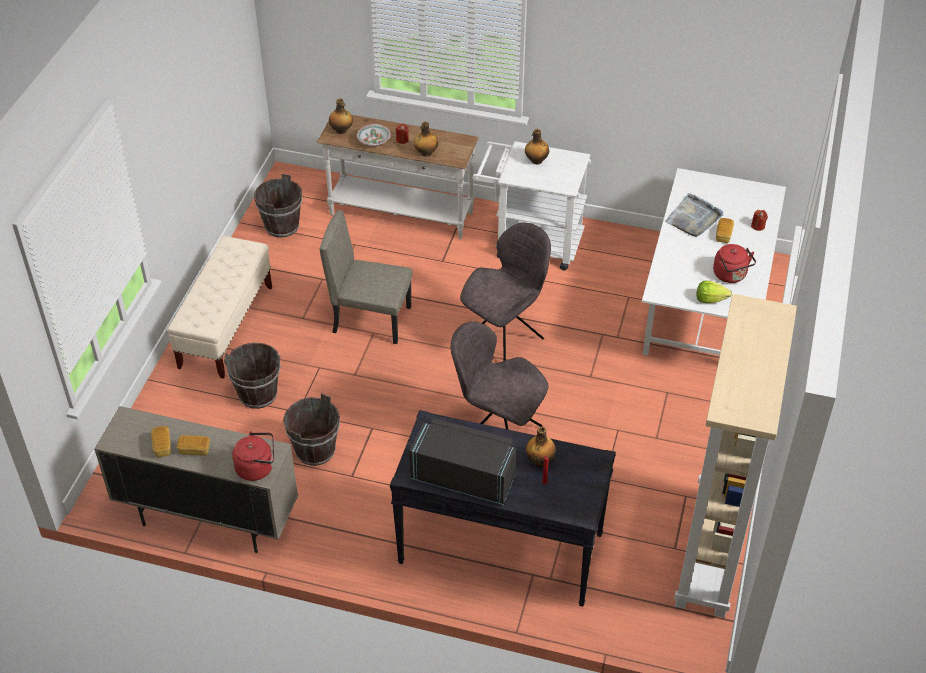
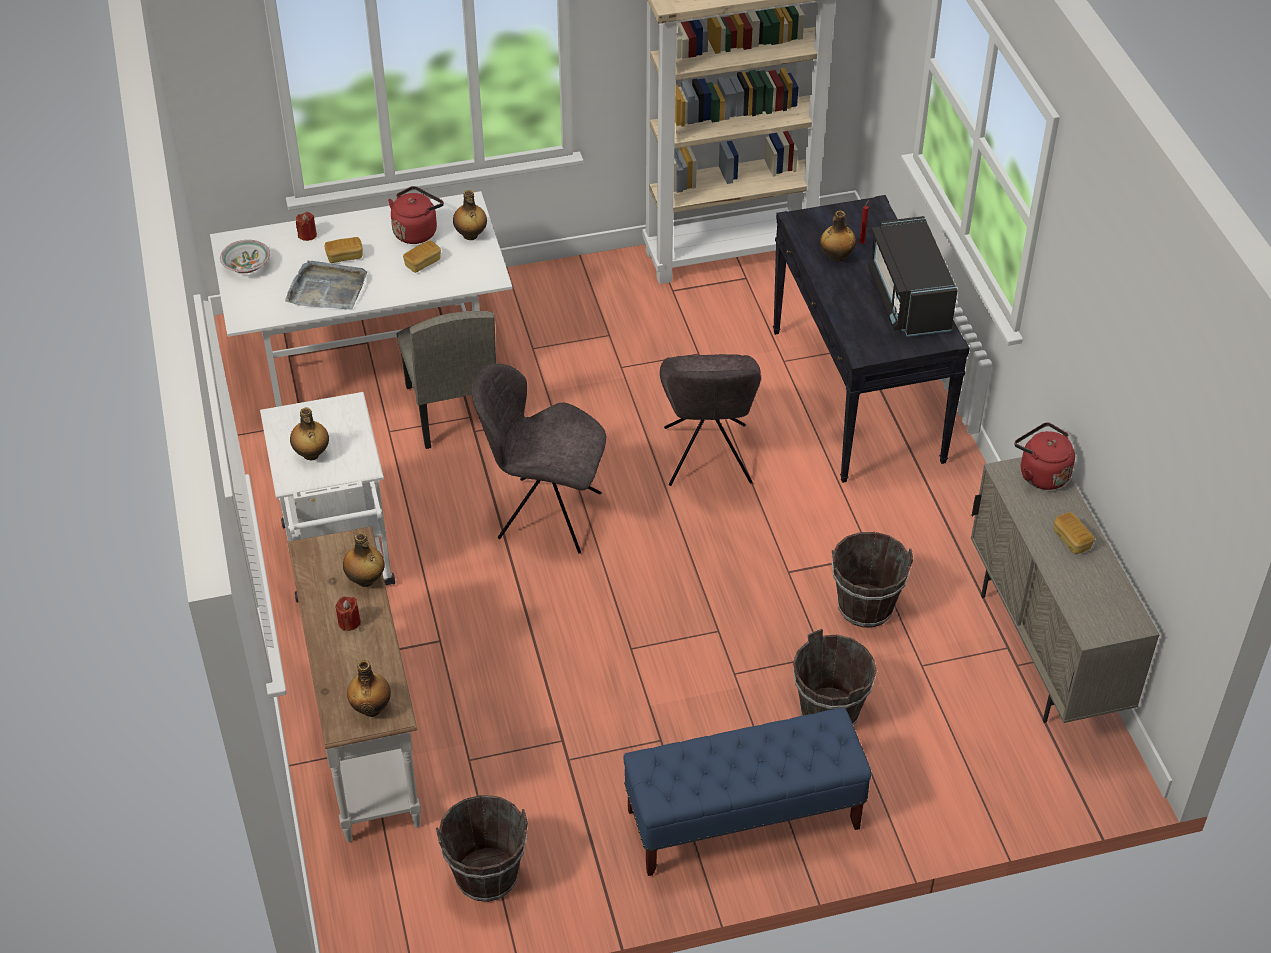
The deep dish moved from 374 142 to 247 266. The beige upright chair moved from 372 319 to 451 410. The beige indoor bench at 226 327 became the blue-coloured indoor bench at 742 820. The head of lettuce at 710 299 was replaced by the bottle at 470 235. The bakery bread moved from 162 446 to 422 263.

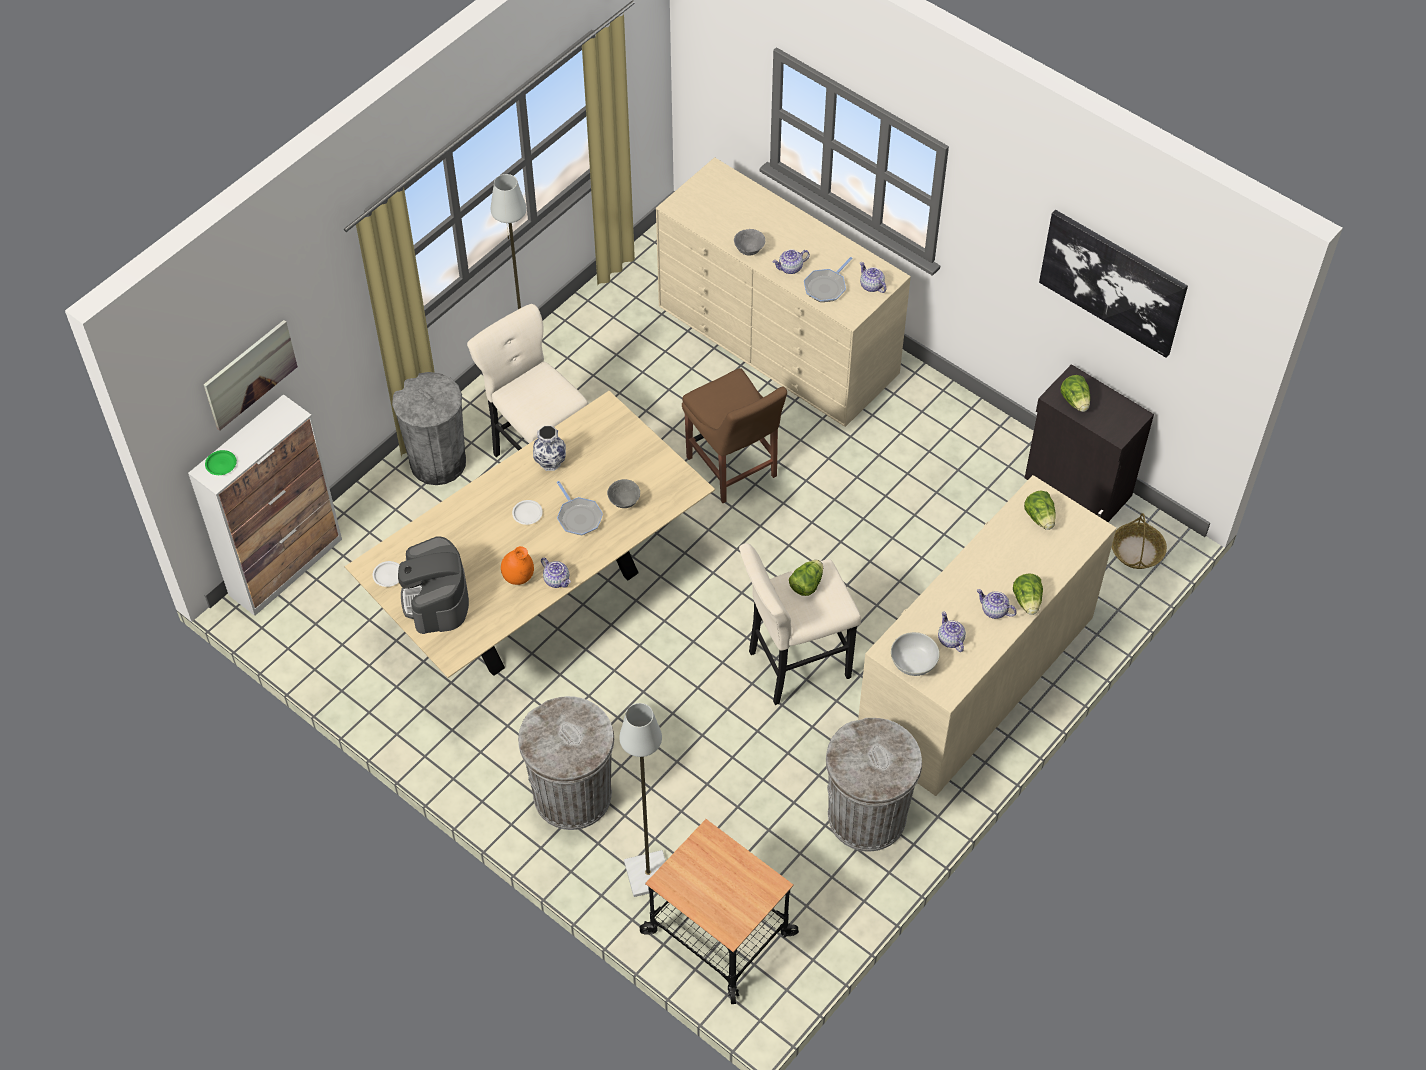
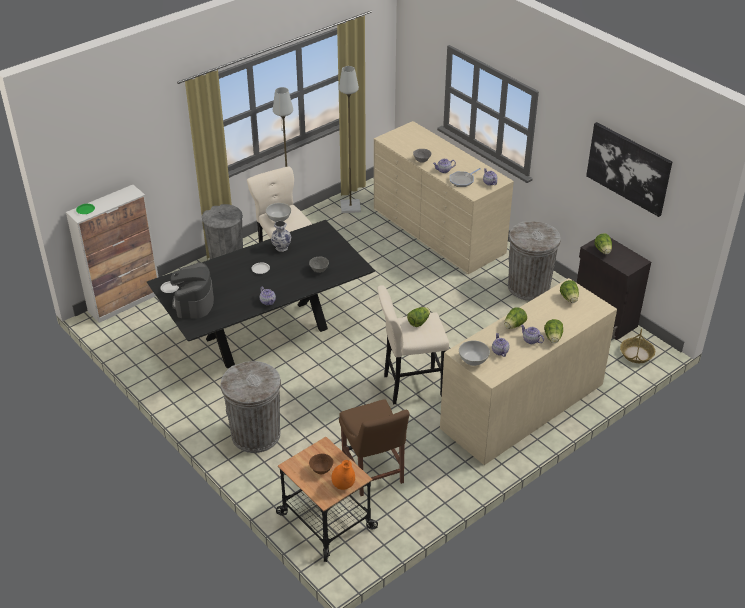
The wall art at 250 374 disappeared. The brownish upright chair moved from 733 470 to 374 474. The beige kitchen table at 540 598 became the black-coloured kitchen table at 266 334. The frying pan at 578 517 disappeared. The orangey vase moved from 518 577 to 343 485. The gray standing lamp moved from 647 874 to 350 207. The gray trash can moved from 867 816 to 528 287. The white-coloured deep dish at 279 219 appeared. The head of lettuce at 514 325 appeared. The brownish deep dish at 321 470 appeared.

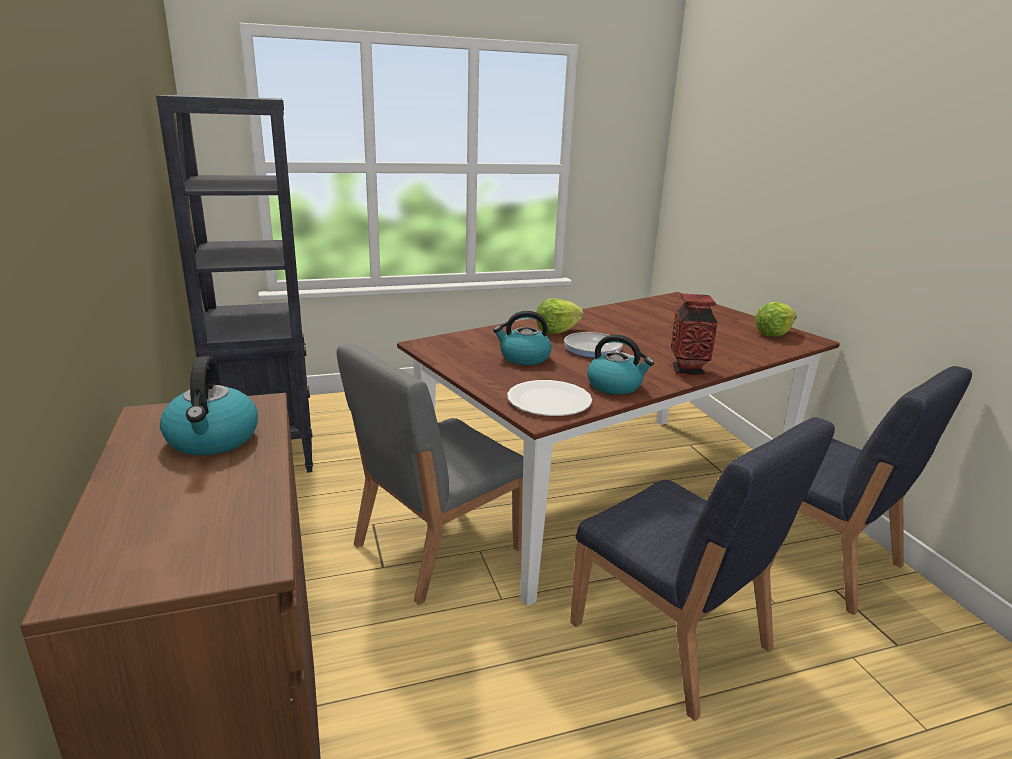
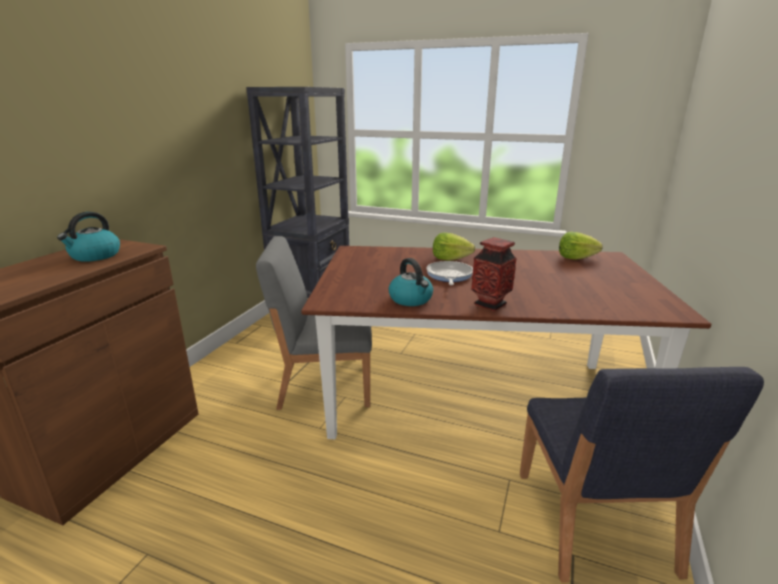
The head of lettuce moved from 773 334 to 576 258. The kettle at 524 358 disappeared. The white-coloured plate at 549 400 disappeared. The blue-coloured upright chair at 671 638 disappeared.

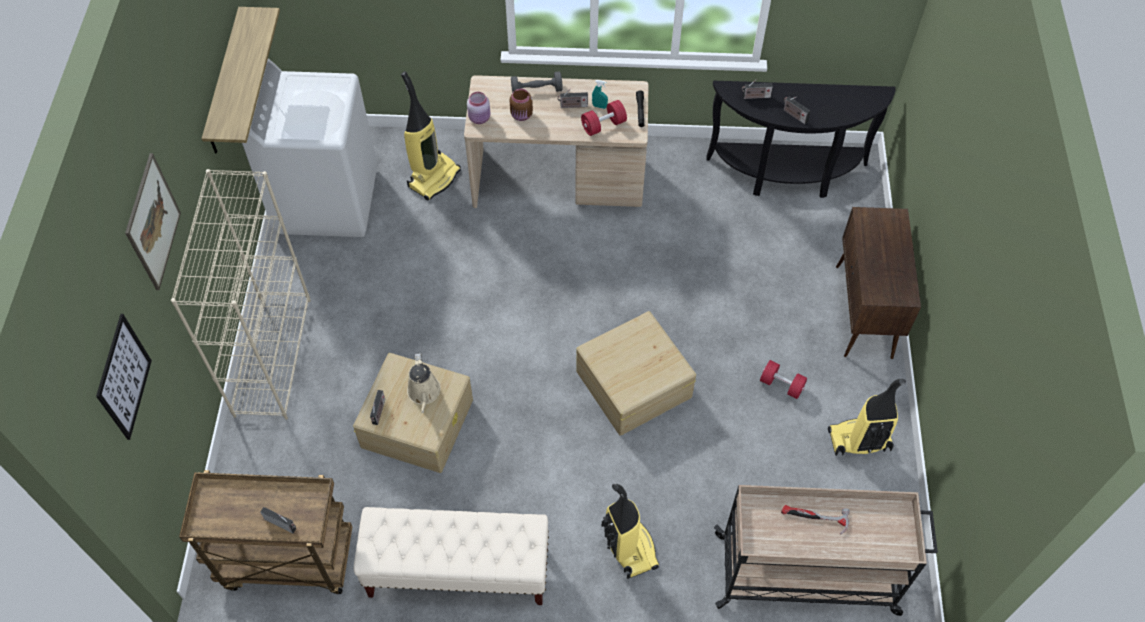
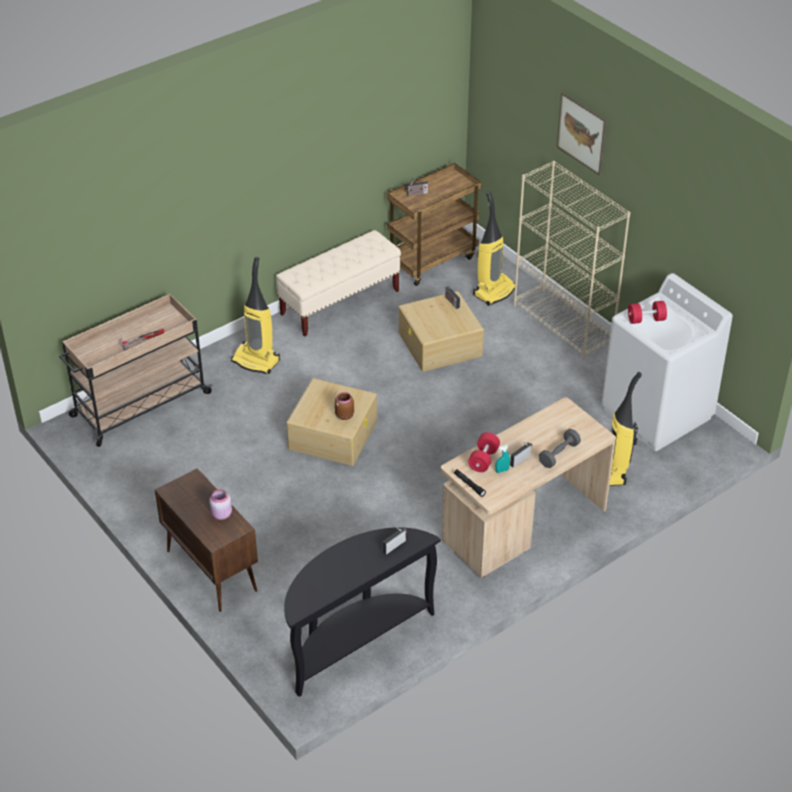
The bracket shelf at 225 83 disappeared. The brownish storage jar moved from 522 115 to 344 415. The pinkish storage jar moved from 480 118 to 221 514. The radio receiver at 794 115 disappeared. The wall art at 124 377 disappeared. The beige watering can at 424 393 disappeared. The red-coloured free weight moved from 781 385 to 646 319. The hoover moved from 859 441 to 494 291.

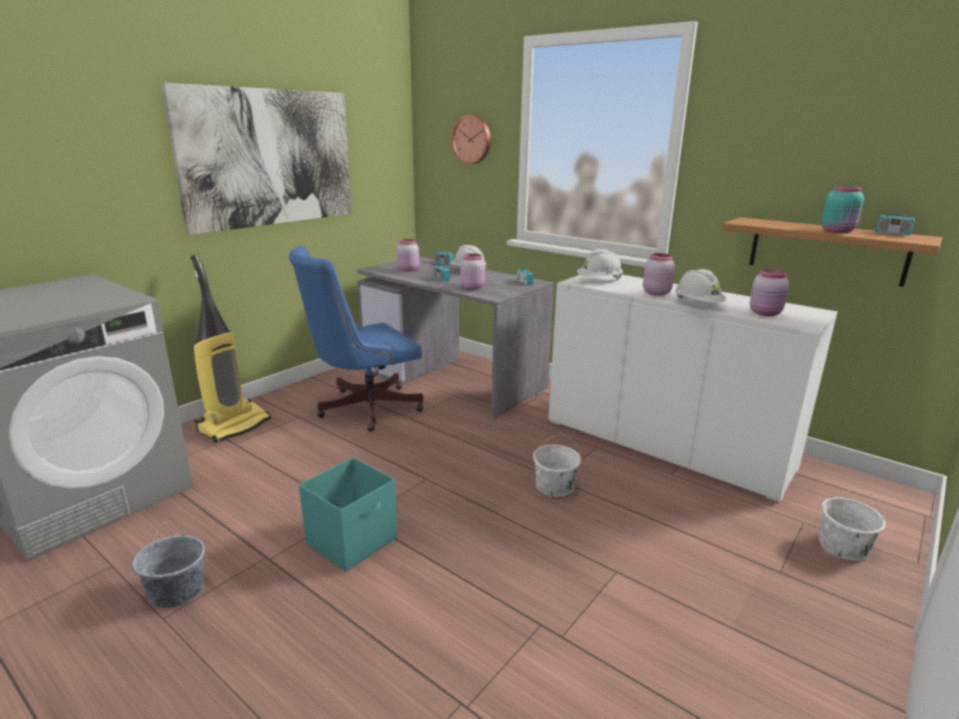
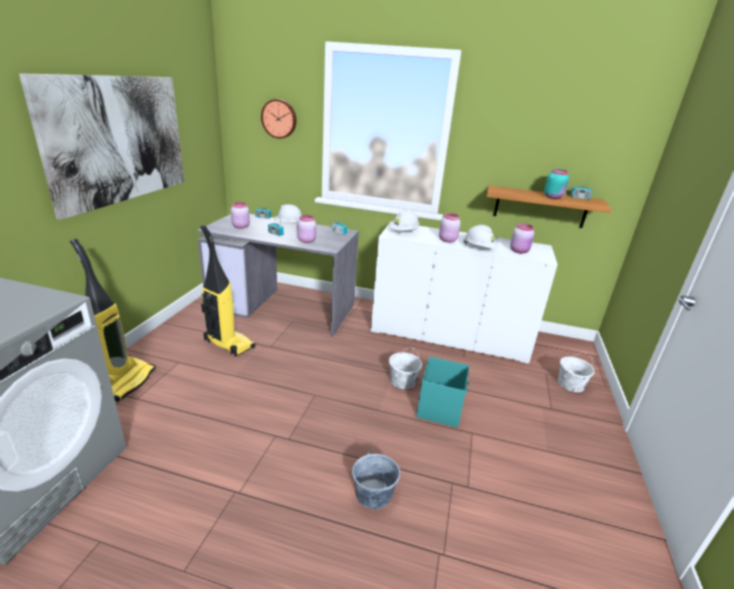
The blue-coloured computer chair at 363 408 was replaced by the hoover at 228 344. The blue-green storage bin moved from 353 540 to 440 408. The gray water bucket moved from 176 591 to 373 494.

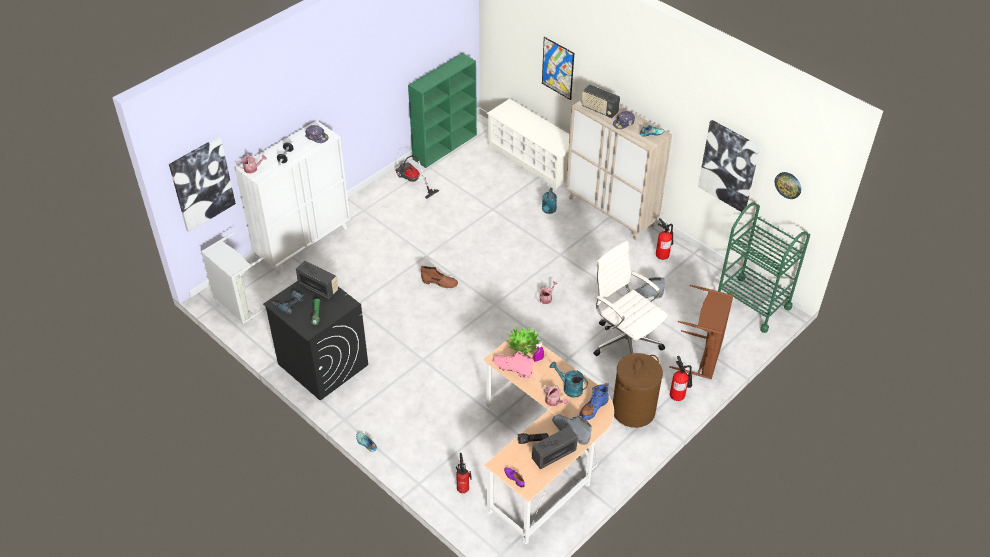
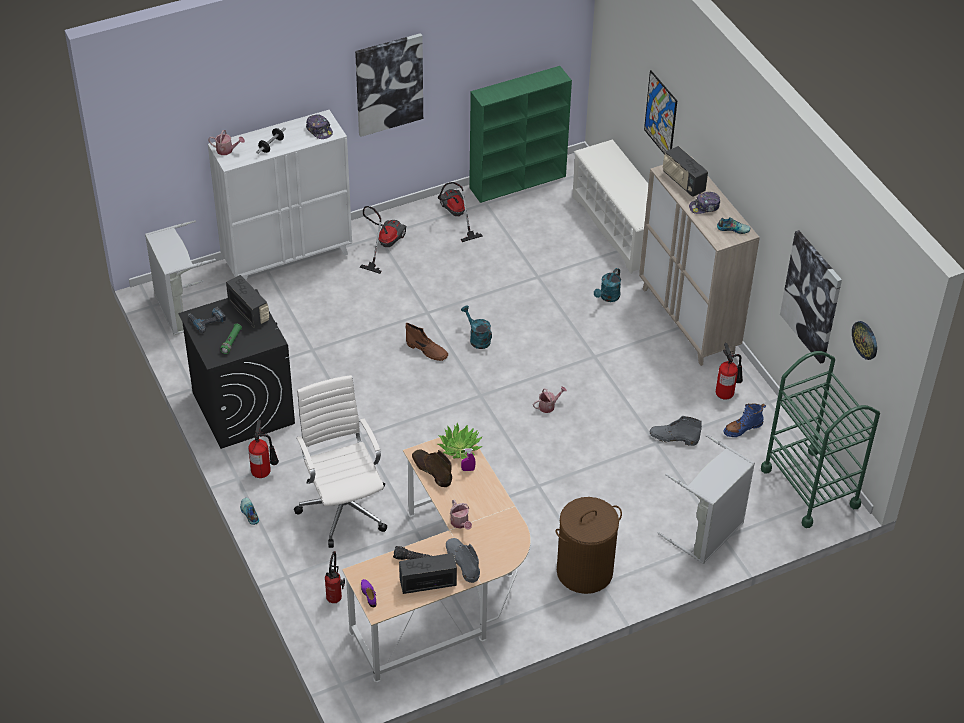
The wall art moved from 202 183 to 389 84. The white-coloured computer chair moved from 625 341 to 343 507. The brownish laundry basket at 702 357 became the gray laundry basket at 707 534. The pinkish high-top boot at 511 368 became the brownish high-top boot at 431 470. The extinguisher moved from 678 395 to 264 472. The blue-green watering can moved from 569 388 to 477 338. The blue-coloured high-top boot moved from 593 408 to 742 428. The hoover at 384 245 appeared.

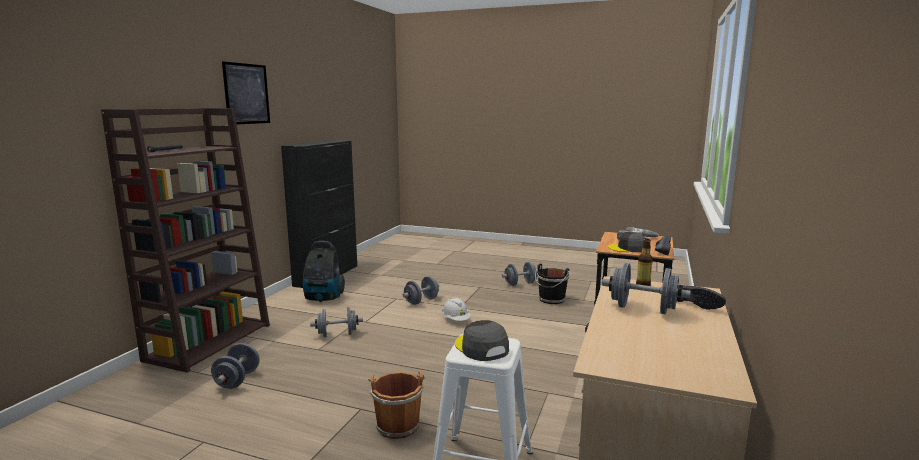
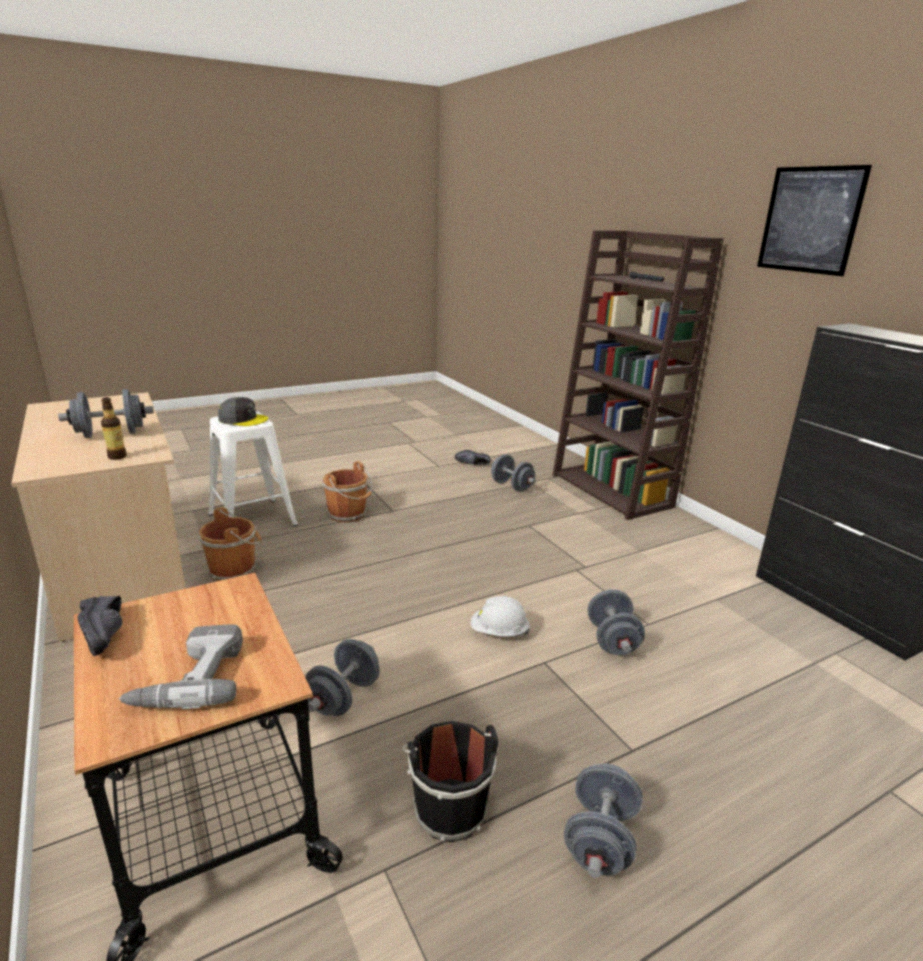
The gray cap at 627 248 disappeared. The hoover at 323 298 disappeared. The black-coloured shoe moved from 695 304 to 473 465. The gray free weight moved from 337 334 to 343 697. The brownish water bucket at 234 570 appeared.

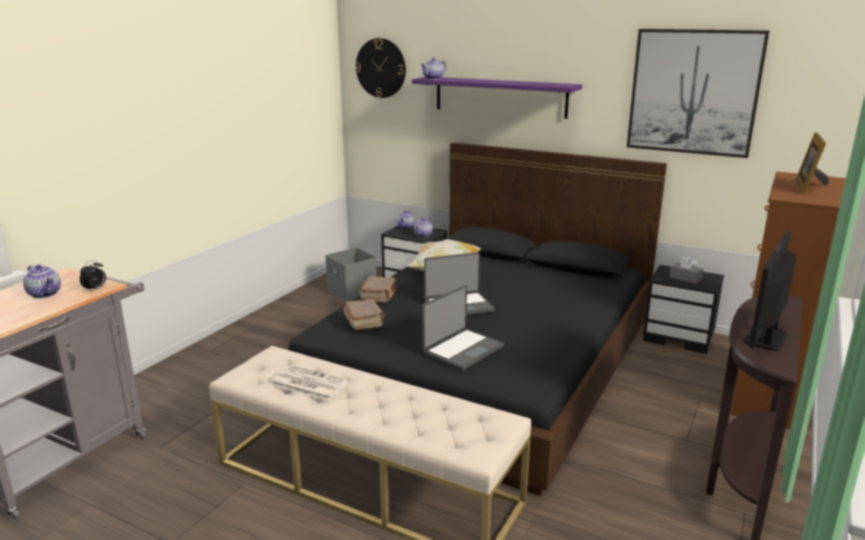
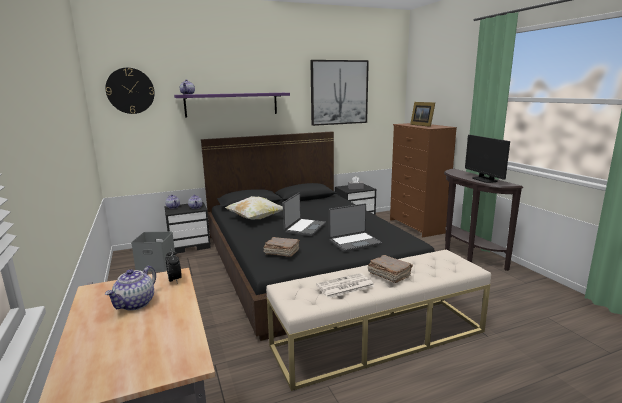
The pot for tea at 45 294 turned 120 degrees clockwise. The brownish bound book moved from 379 296 to 389 275. The notebook computer at 462 350 turned 75 degrees clockwise.

